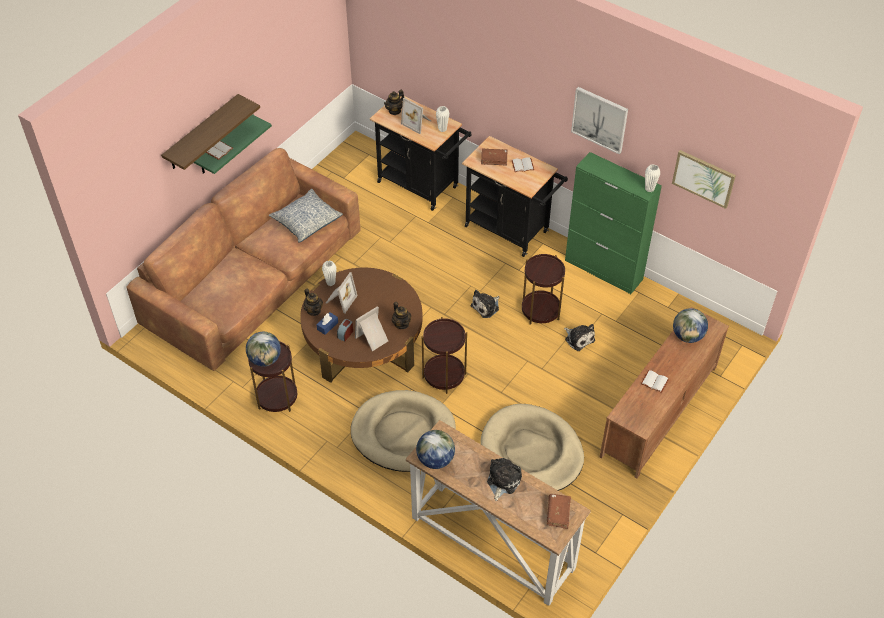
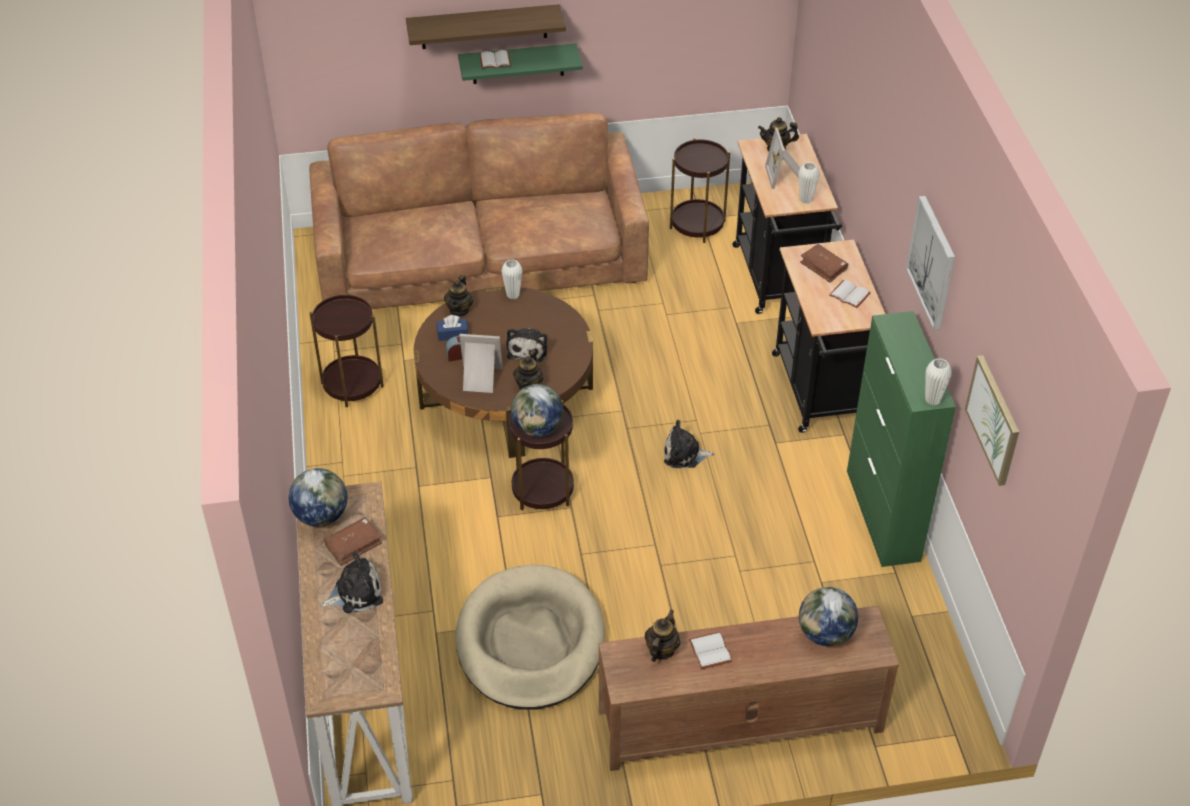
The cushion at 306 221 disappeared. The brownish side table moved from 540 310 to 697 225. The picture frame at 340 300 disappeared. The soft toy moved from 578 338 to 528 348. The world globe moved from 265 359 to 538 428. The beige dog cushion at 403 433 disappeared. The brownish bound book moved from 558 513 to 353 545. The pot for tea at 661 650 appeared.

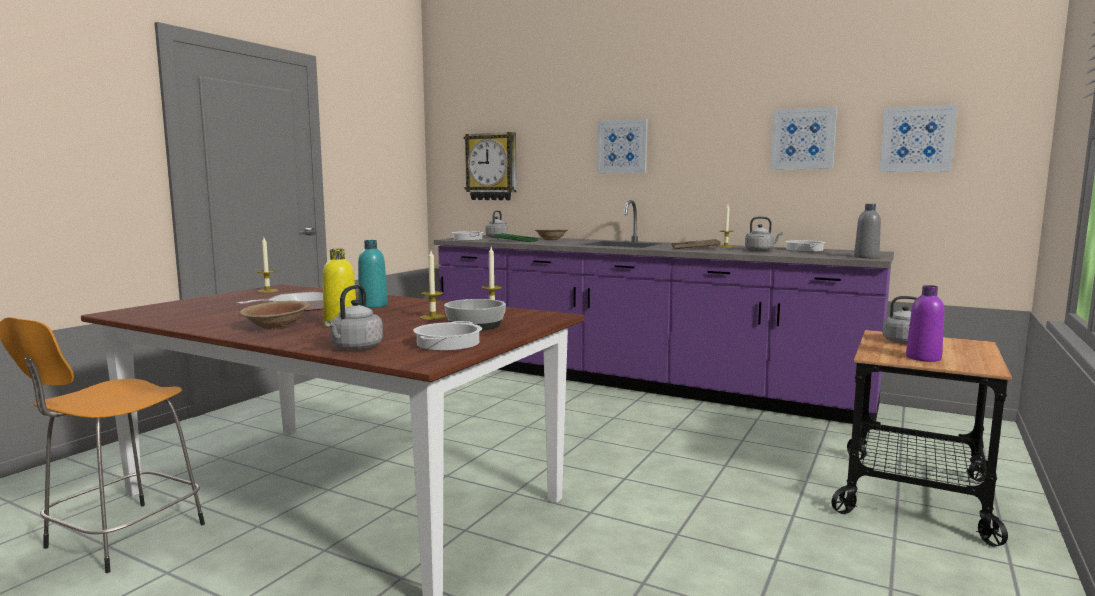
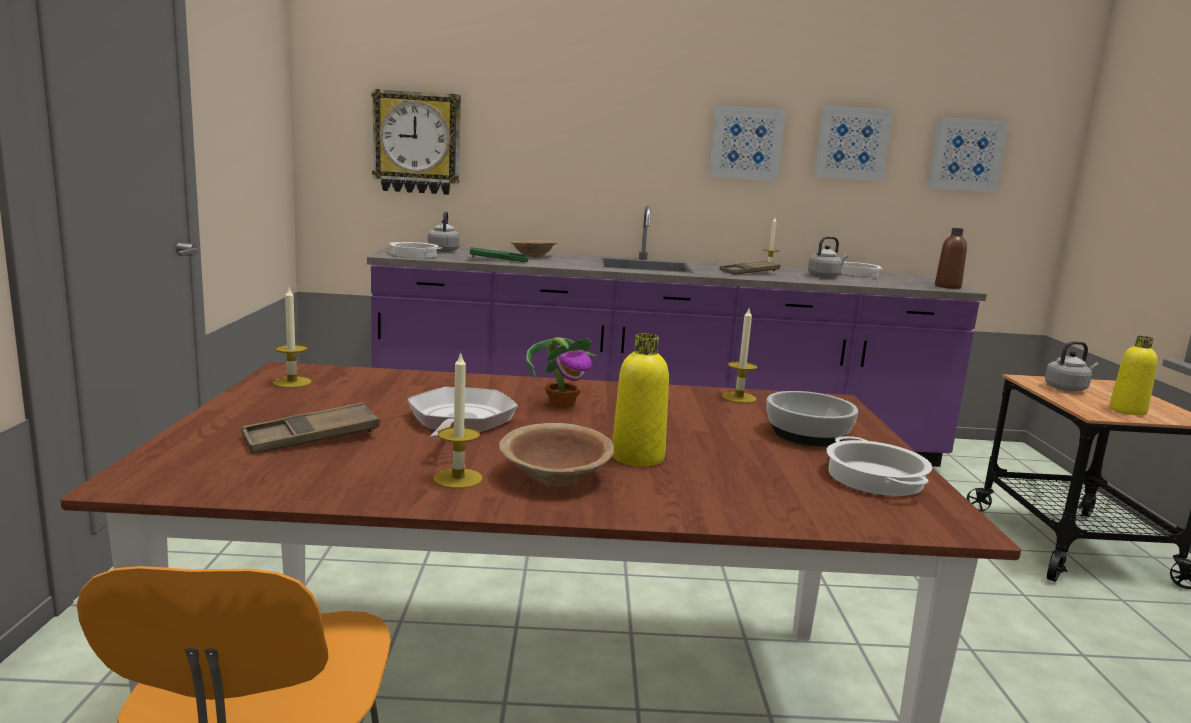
The wall art moved from 622 146 to 746 143. The gray bottle at 866 257 became the brownish bottle at 947 286. The blue-green bottle at 373 305 was replaced by the plant in a pot at 562 404. The candle moved from 432 317 to 458 478. The gray kettle at 355 348 disappeared. The purple-coloured bottle at 923 358 became the yellow bottle at 1127 411. The brownish serving tray at 311 437 appeared.

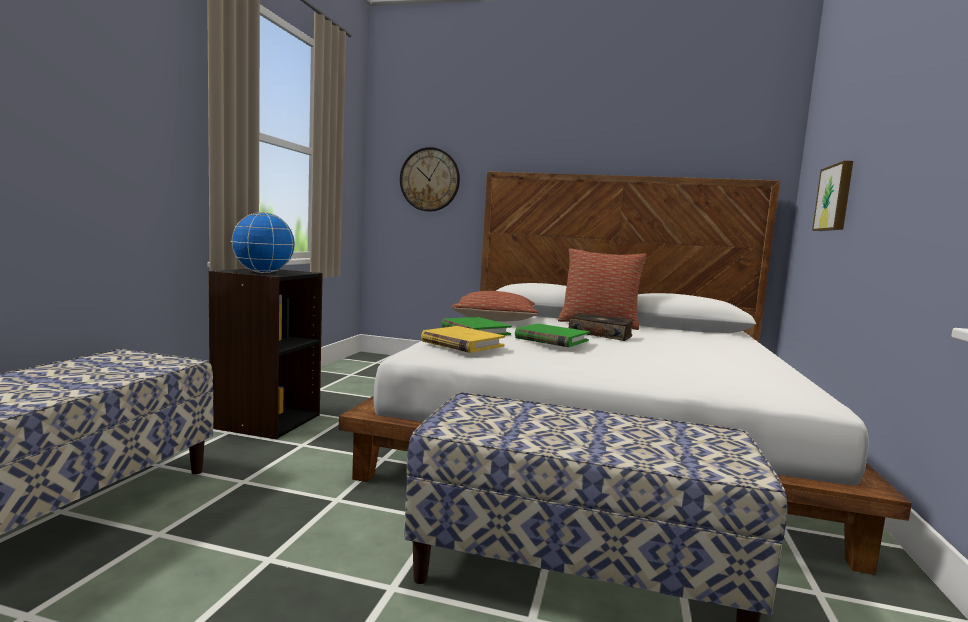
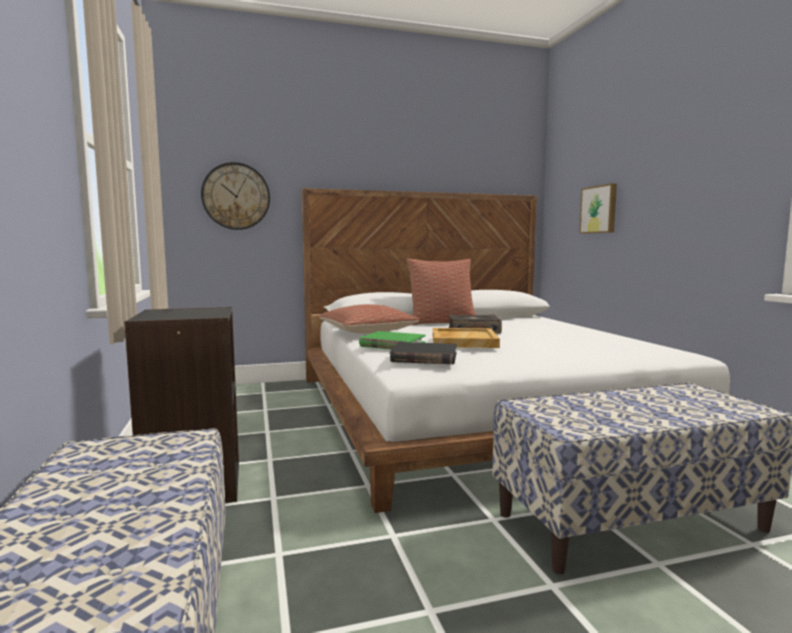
The world globe at 263 273 disappeared. The green bound book at 551 339 was replaced by the beige serving tray at 463 341. The yellow bound book at 462 343 became the black-coloured bound book at 424 357.

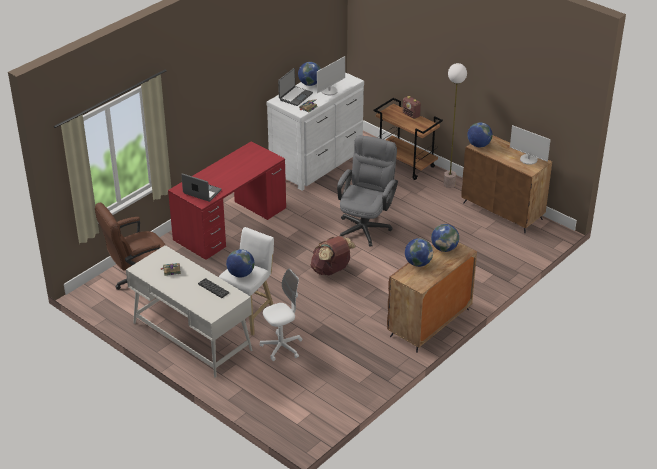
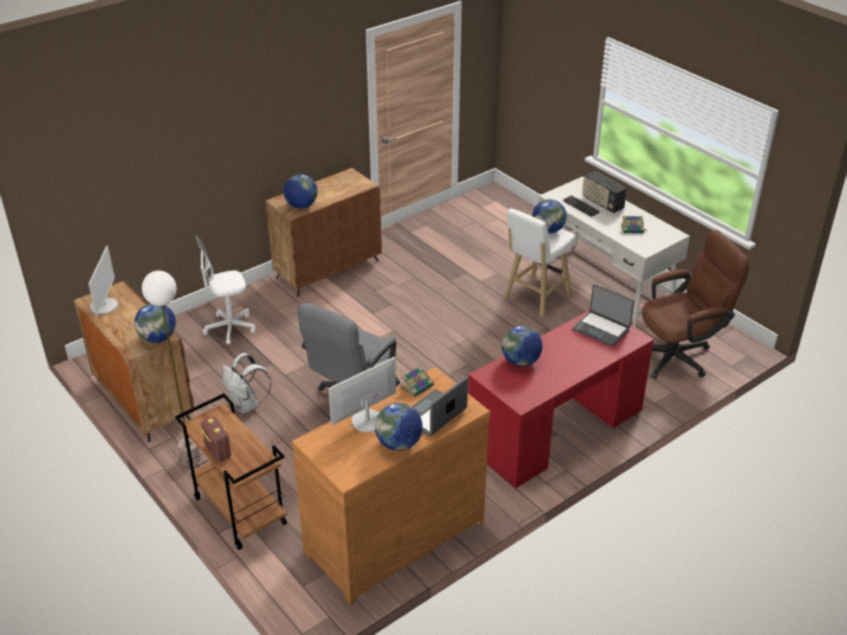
The white-coloured dresser at 318 163 became the brownish dresser at 392 535. The computer display at 528 159 turned 45 degrees clockwise. The brownish rucksack at 331 270 disappeared. The world globe moved from 418 263 to 521 361. The white-coloured computer chair moved from 282 347 to 230 328. The radio receiver at 602 203 appeared. The white-coloured rucksack at 247 405 appeared.

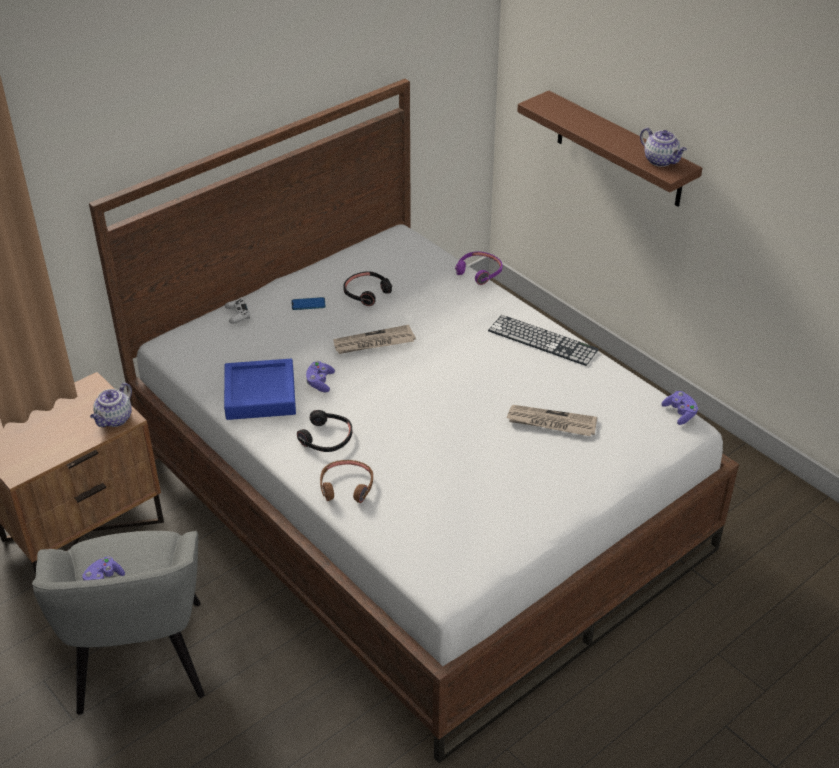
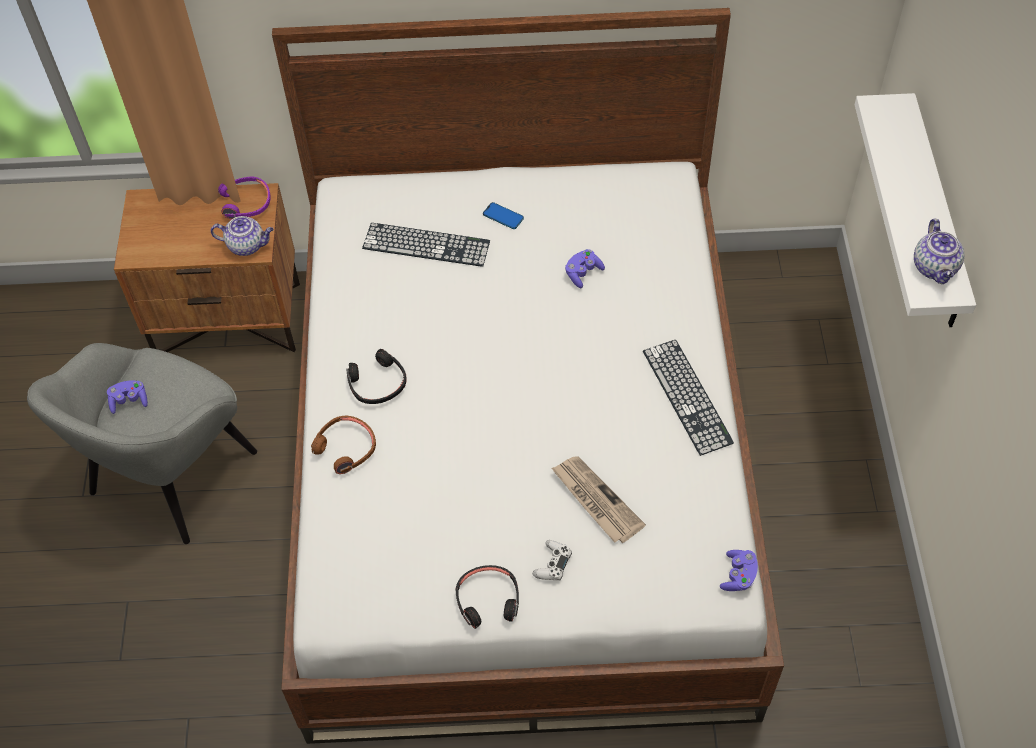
The brownish bracket shelf at 619 150 became the white-coloured bracket shelf at 935 216. The purple-coloured headphones moved from 479 272 to 246 203. The black-coloured headphones moved from 366 293 to 488 600. The white-coloured game controller moved from 238 314 to 552 564. The newspaper at 373 343 disappeared. The blue-coloured serving tray at 260 395 disappeared. The purple-coloured game controller moved from 320 382 to 583 273. The pot for tea at 114 419 turned 150 degrees counterclockwise. The PC keyboard at 426 245 appeared.

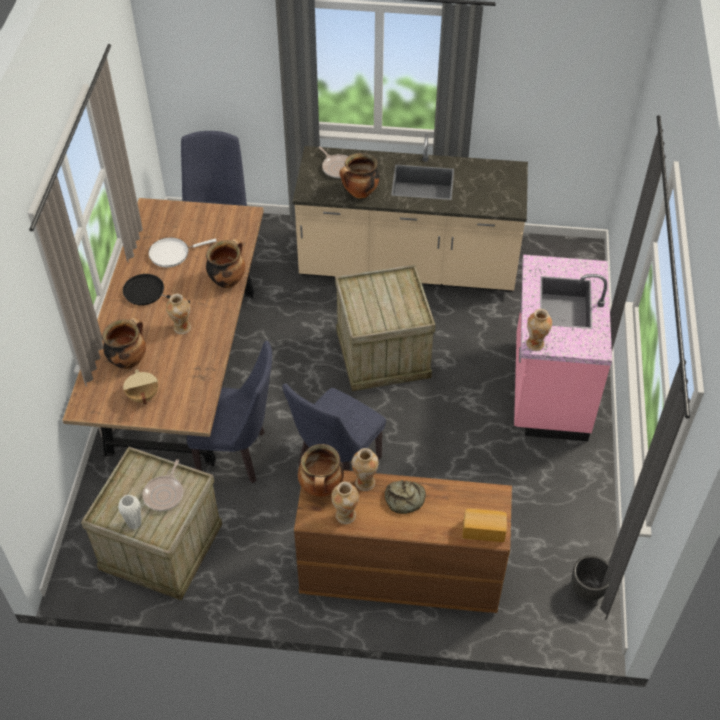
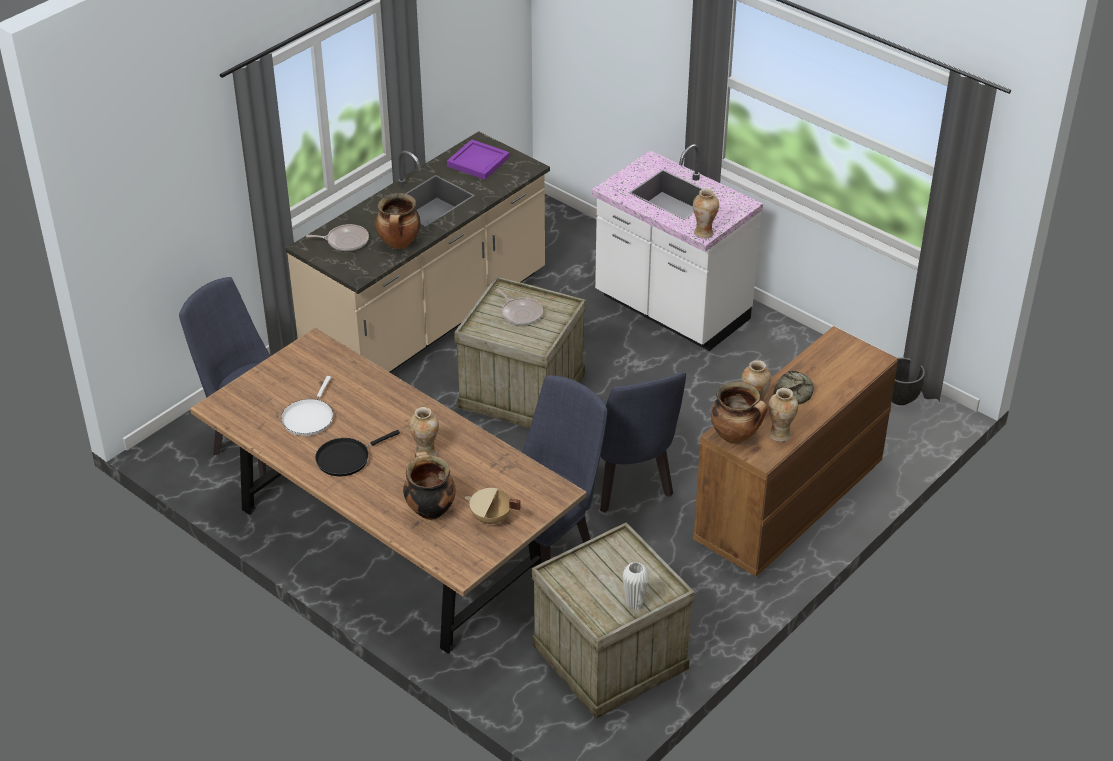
The stockpot at 227 280 disappeared. The pinkish counter at 548 389 became the white-coloured counter at 671 311. The frying pan moved from 165 493 to 520 313. The bakery bread at 483 529 disappeared. The purple-coloured serving tray at 478 162 appeared.

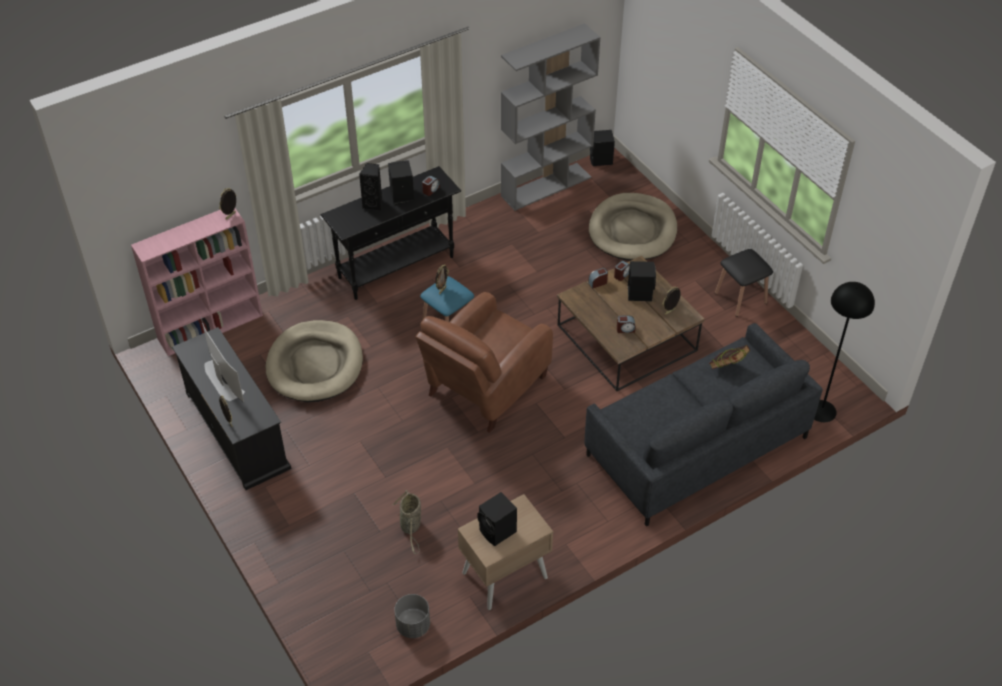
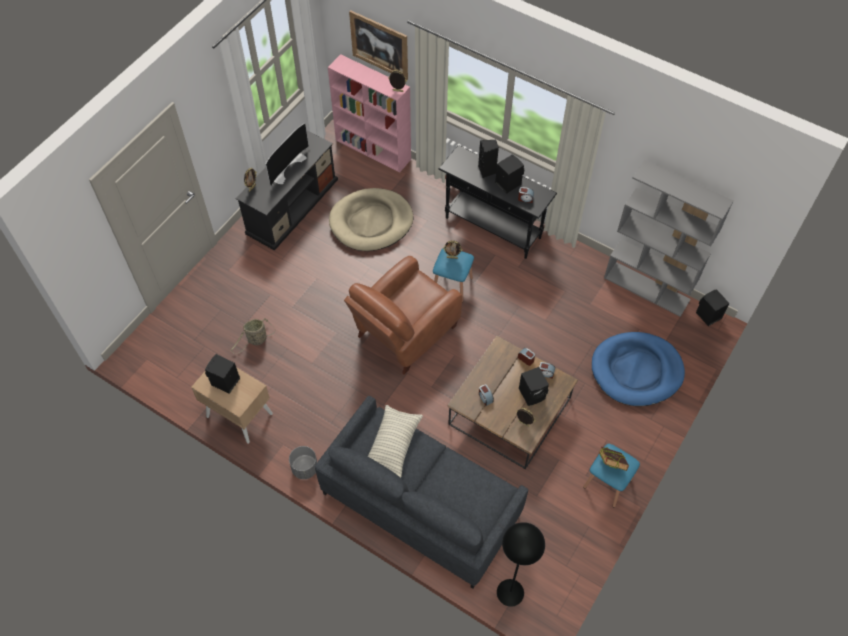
The beige dog cushion at 632 230 became the blue-coloured dog cushion at 636 371. The black-coloured stool at 740 298 became the blue-coloured stool at 607 483. The brownish armchair at 484 388 turned 60 degrees counterclockwise. The bound book moved from 727 368 to 611 464. The gray planter moved from 413 626 to 304 468. The wall art at 379 45 appeared. The cushion at 393 444 appeared.

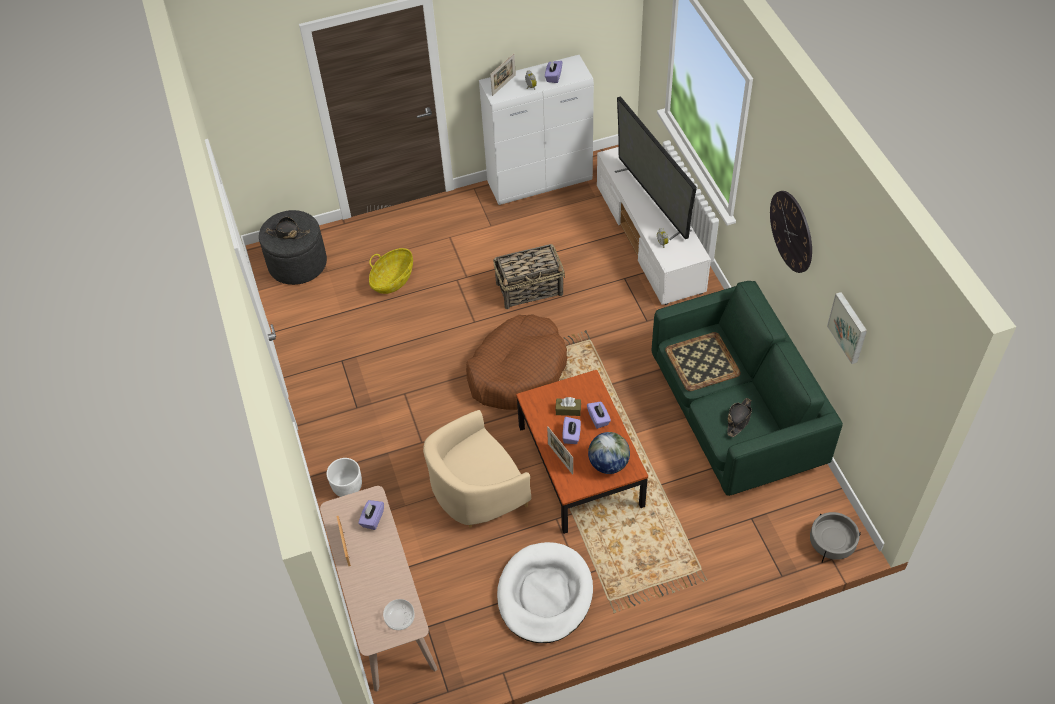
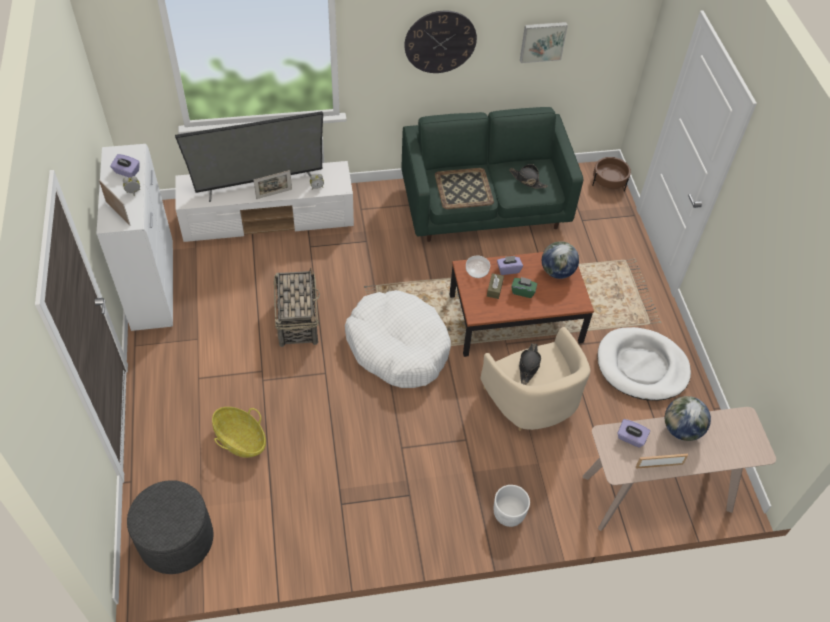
The black-coloured hat moved from 288 233 to 528 366. The brownish dog cushion at 517 371 became the white-coloured dog cushion at 398 347. The purple-coloured tissue box at 571 435 became the green tissue box at 523 291. The picture frame moved from 560 459 to 274 194. The gray planter at 831 543 became the brownish planter at 609 182. The deep dish moved from 399 618 to 477 271. The world globe at 681 430 appeared.

